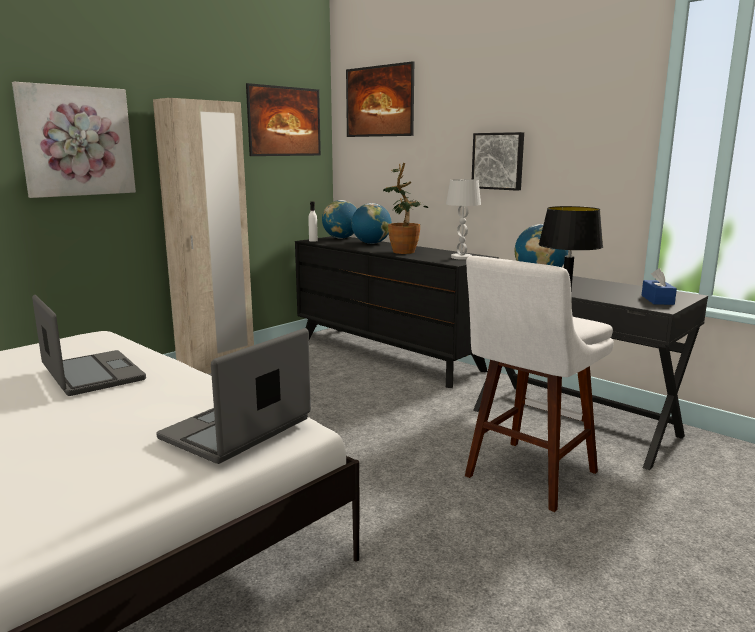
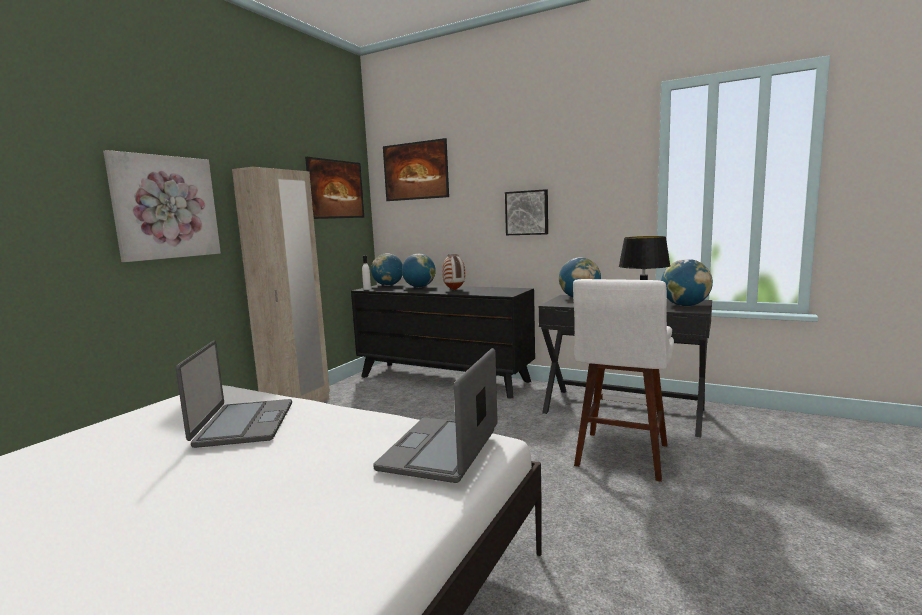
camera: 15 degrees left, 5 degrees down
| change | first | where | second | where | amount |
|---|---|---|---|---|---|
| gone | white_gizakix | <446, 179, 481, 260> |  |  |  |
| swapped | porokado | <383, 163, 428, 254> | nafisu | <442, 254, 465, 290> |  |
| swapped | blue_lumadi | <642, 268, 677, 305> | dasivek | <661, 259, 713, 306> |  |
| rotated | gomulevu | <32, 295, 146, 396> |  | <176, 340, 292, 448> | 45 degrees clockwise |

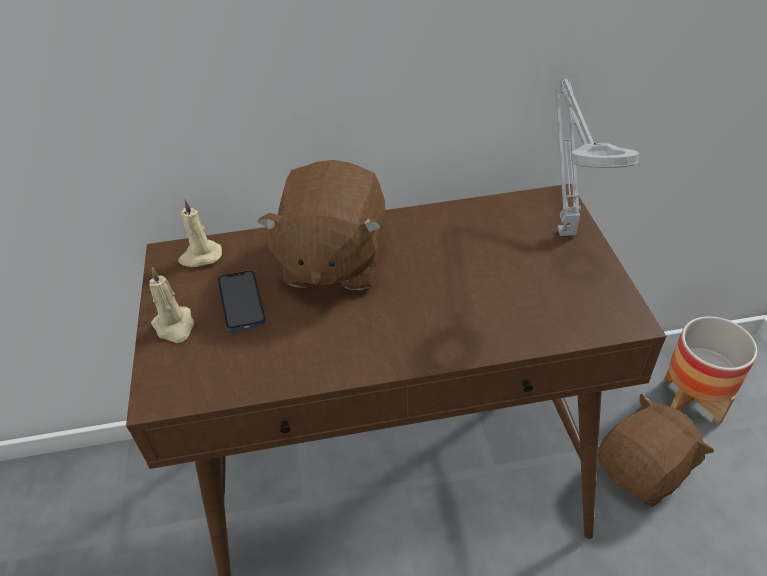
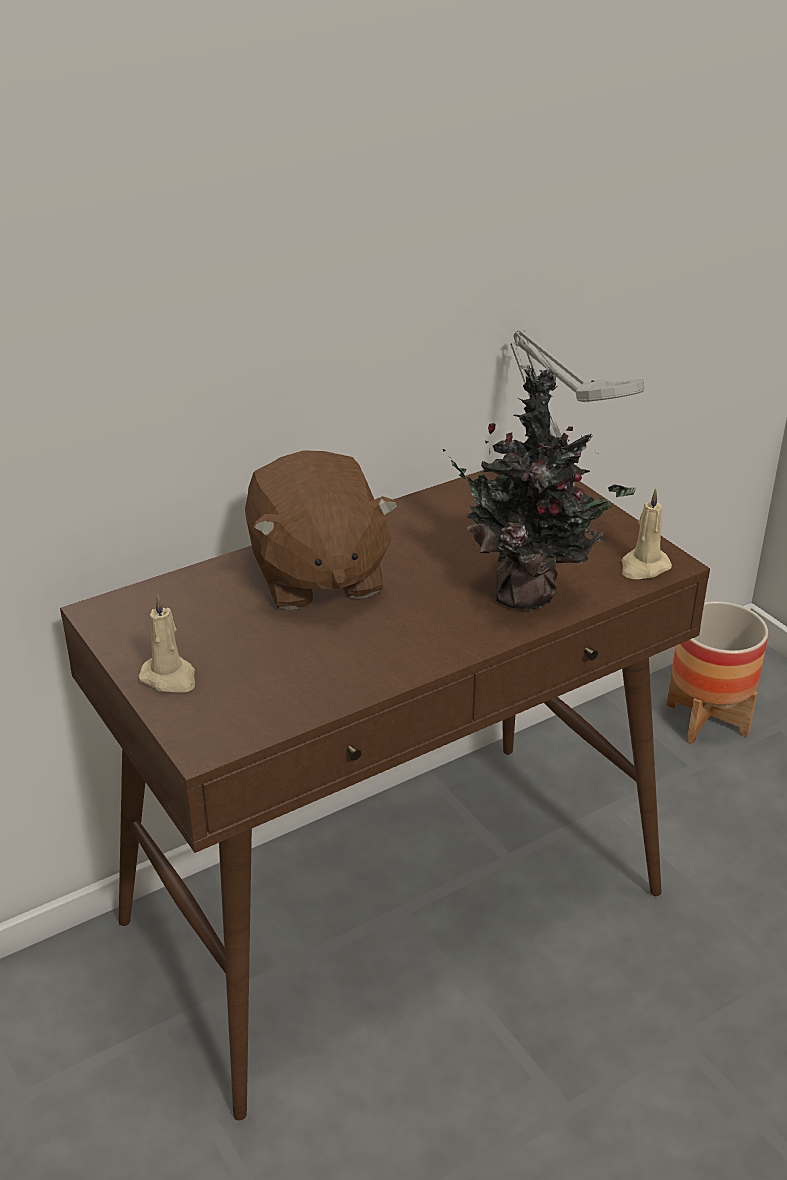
camera: 25 degrees left, 10 degrees down
| change | first | where | second | where | amount |
|---|---|---|---|---|---|
| gone | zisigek | <218, 271, 266, 331> |  |  |  |
| gone | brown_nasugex | <598, 394, 714, 507> |  |  |  |
| new |  |  | porokado | <443, 365, 636, 610> |  |
| shifted | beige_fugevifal | <178, 199, 222, 267> |  | <621, 488, 672, 579> |  |

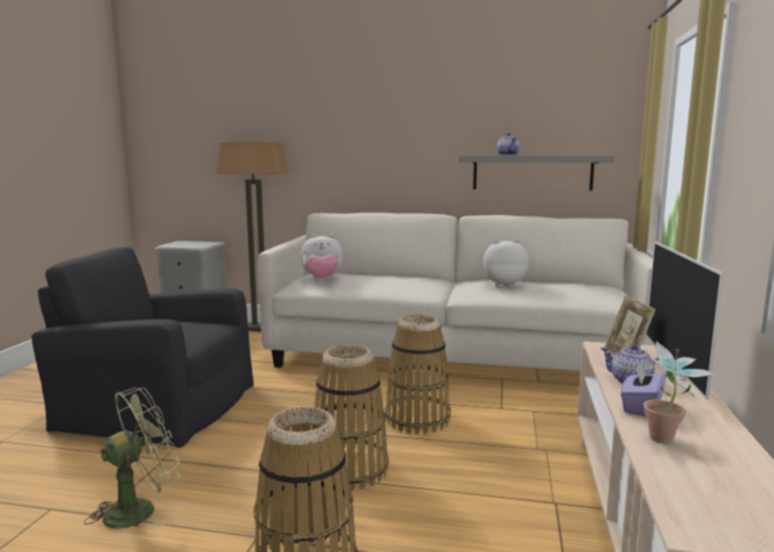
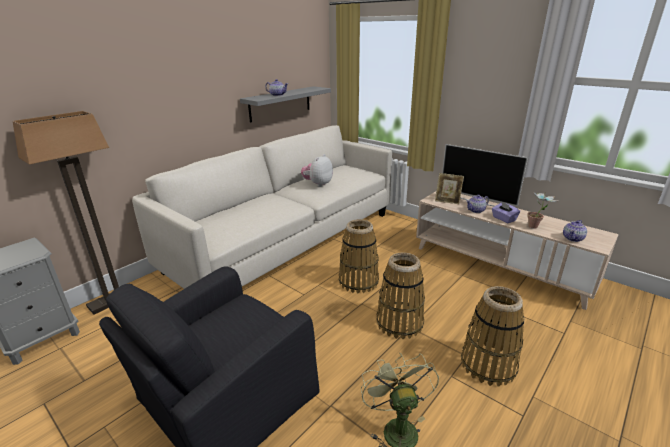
camera: 60 degrees left, 15 degrees up
| change | first | where | second | where | amount |
|---|---|---|---|---|---|
| gone | nasugex | <301, 234, 343, 280> |  |  |  |
| new |  |  | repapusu | <563, 220, 587, 242> |  |

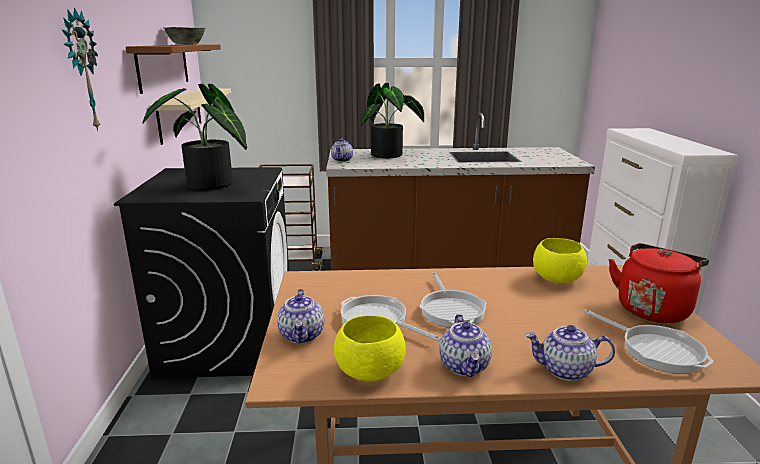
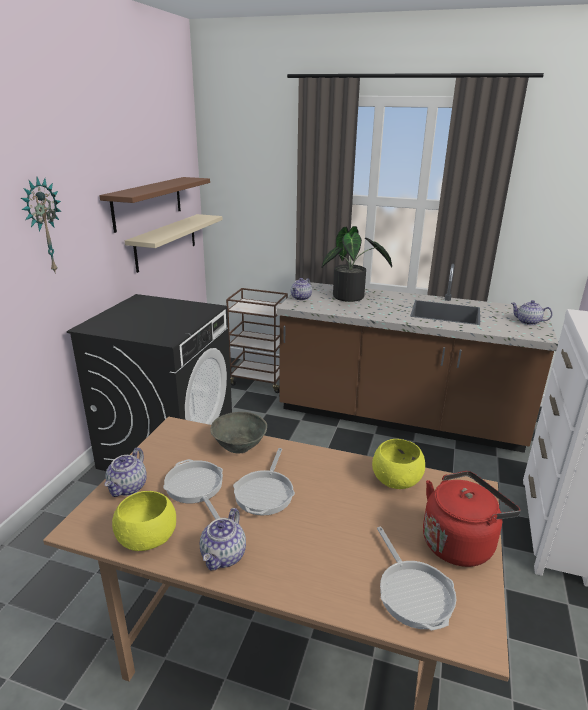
camera: 20 degrees right, 5 degrees up
| change | first | where | second | where | amount |
|---|---|---|---|---|---|
| gone | porokado | <143, 84, 247, 190> |  |  |  |
| shifted | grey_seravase | <163, 27, 205, 45> |  | <210, 412, 267, 454> |  |
| shifted | repapusu | <525, 325, 615, 381> |  | <511, 300, 553, 325> |  |

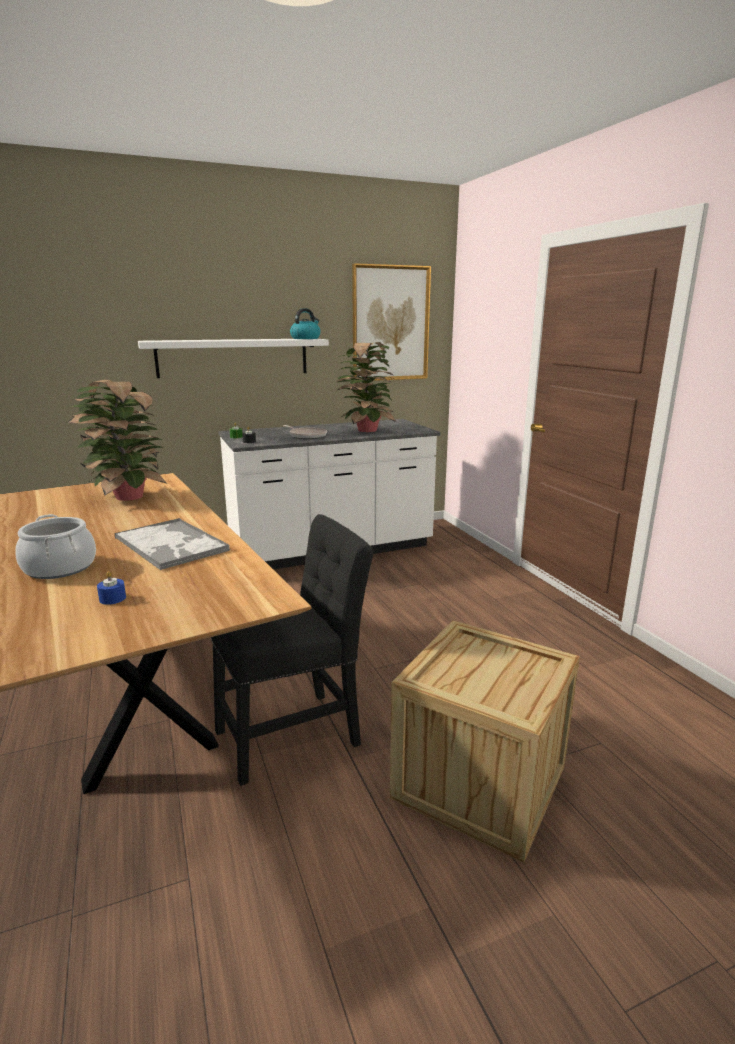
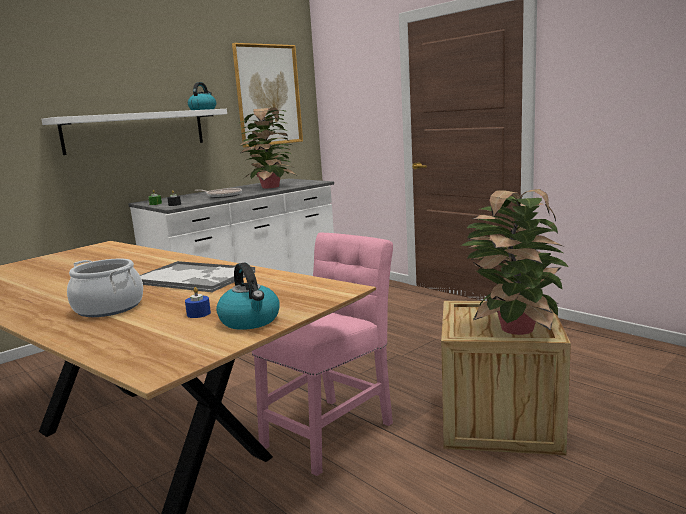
camera: 20 degrees left, 5 degrees down
| change | first | where | second | where | amount |
|---|---|---|---|---|---|
| new |  |  | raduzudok | <216, 262, 280, 330> |  |
| shifted | porokado | <66, 380, 167, 501> |  | <460, 189, 569, 335> |  |
| repainted | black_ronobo | <211, 514, 373, 786> | pink_ronobo | <252, 233, 393, 476> |  |

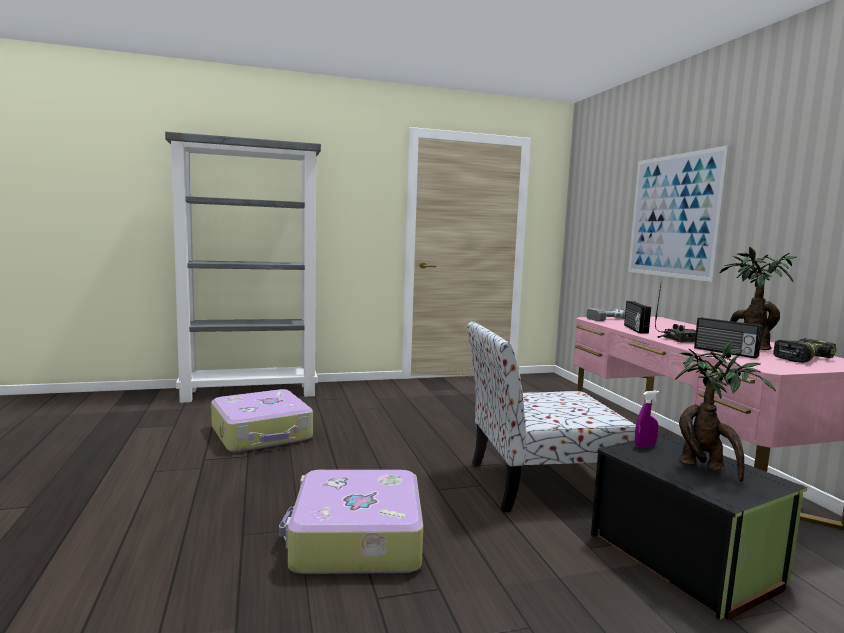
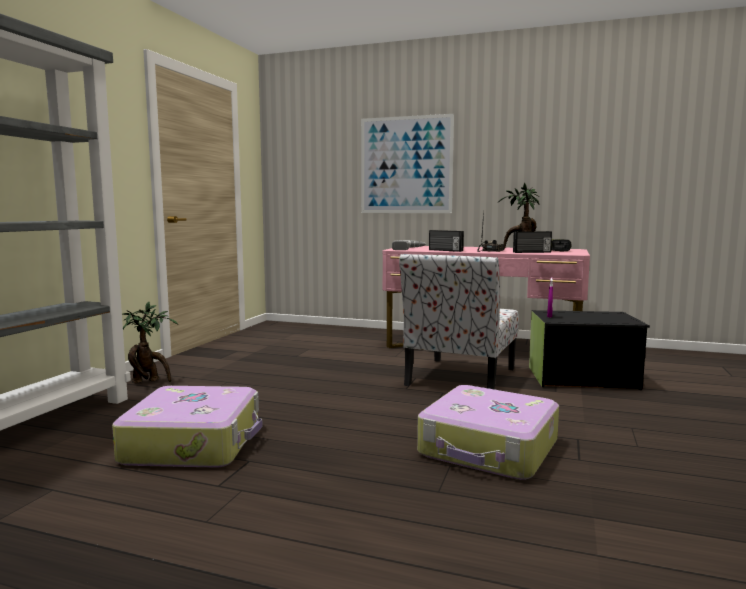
camera: 55 degrees left, 0 degrees up
| change | first | where | second | where | amount |
|---|---|---|---|---|---|
| shifted | porokado | <675, 341, 776, 481> |  | <123, 302, 178, 383> |  |

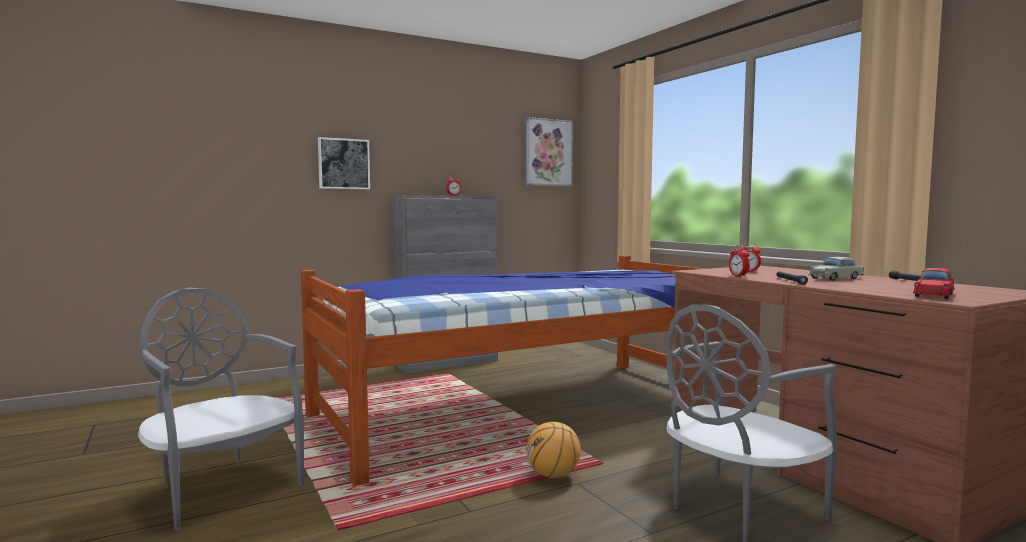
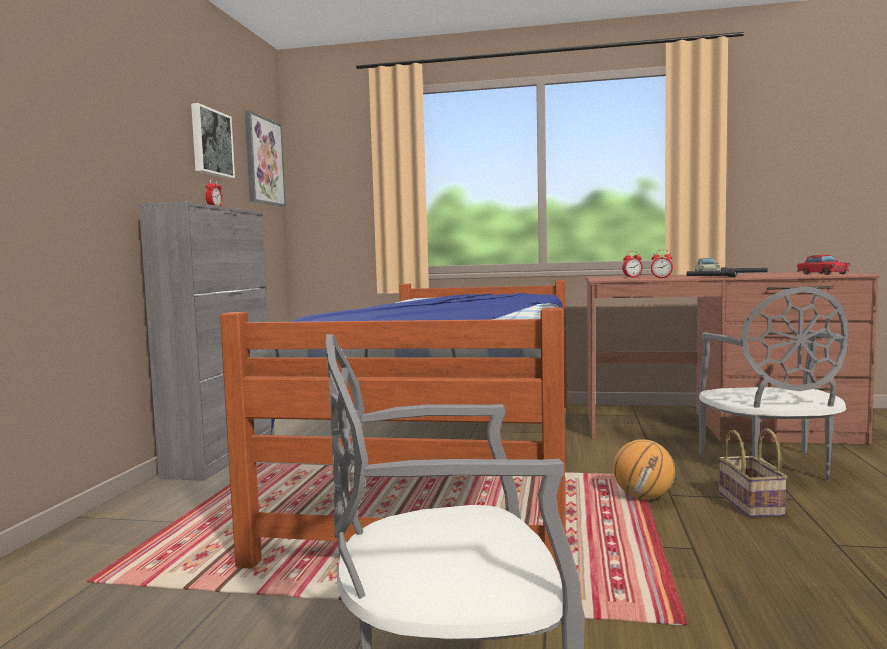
camera: 50 degrees left, 0 degrees up
| change | first | where | second | where | amount |
|---|---|---|---|---|---|
| new |  |  | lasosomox | <718, 428, 787, 518> |  |
| shifted | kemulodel | <318, 137, 370, 189> |  | <191, 103, 235, 179> |  |

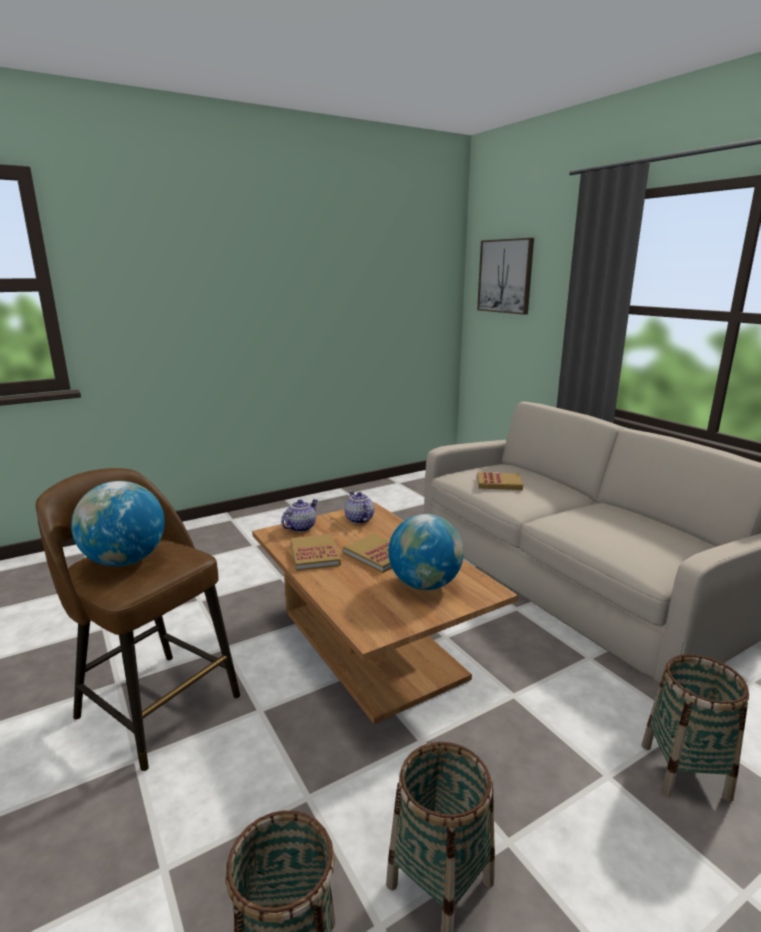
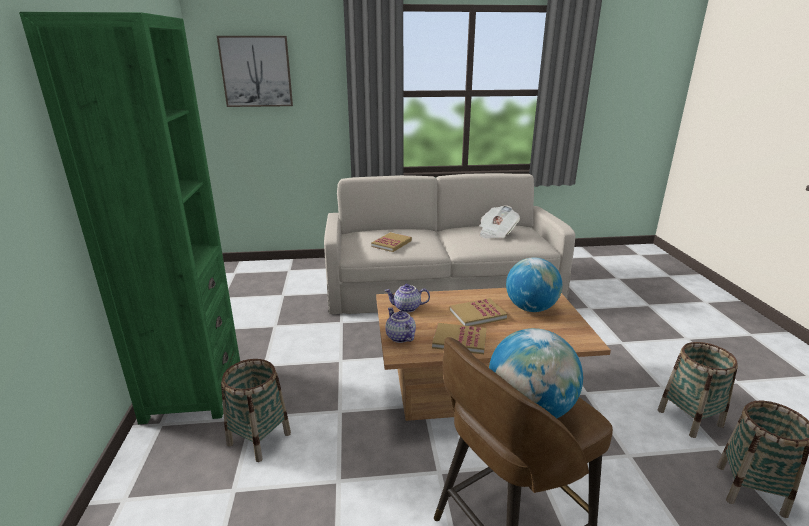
camera: 65 degrees left, 5 degrees up
| change | first | where | second | where | amount |
|---|---|---|---|---|---|
| new |  |  | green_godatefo | <19, 12, 240, 424> |  |
| new |  |  | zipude | <479, 205, 520, 239> |  |
| shifted | lasosomox | <642, 654, 749, 802> |  | <221, 359, 291, 462> |  |

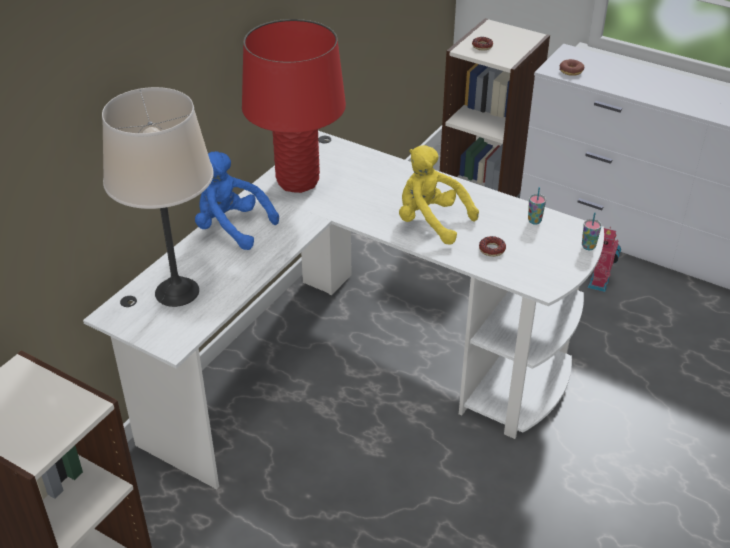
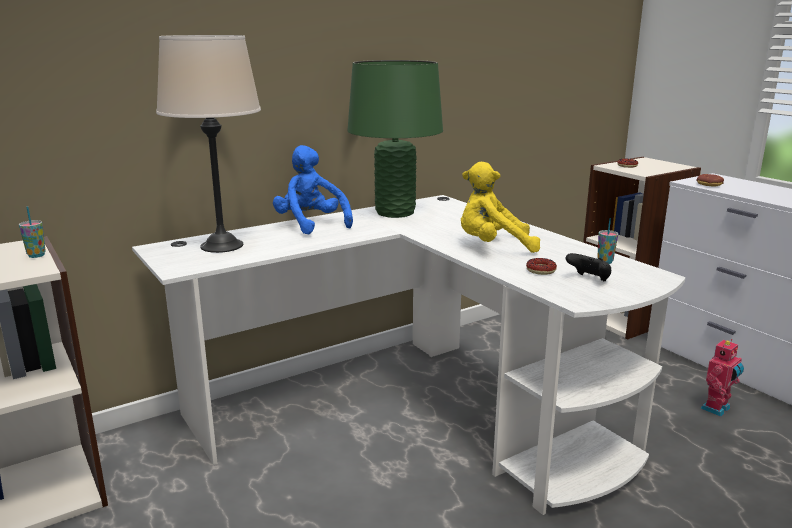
camera: 25 degrees right, 20 degrees down
| change | first | where | second | where | amount |
|---|---|---|---|---|---|
| new |  |  | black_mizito | <566, 253, 611, 281> |  |
| shifted | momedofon | <582, 212, 602, 250> |  | <19, 207, 46, 258> |  |
| repainted | red_gizakix | <242, 19, 346, 193> | green_gizakix | <348, 60, 443, 218> |  |
| rotated | yellow_nasugex | <399, 145, 479, 245> |  | <461, 162, 540, 253> | 60 degrees counterclockwise |

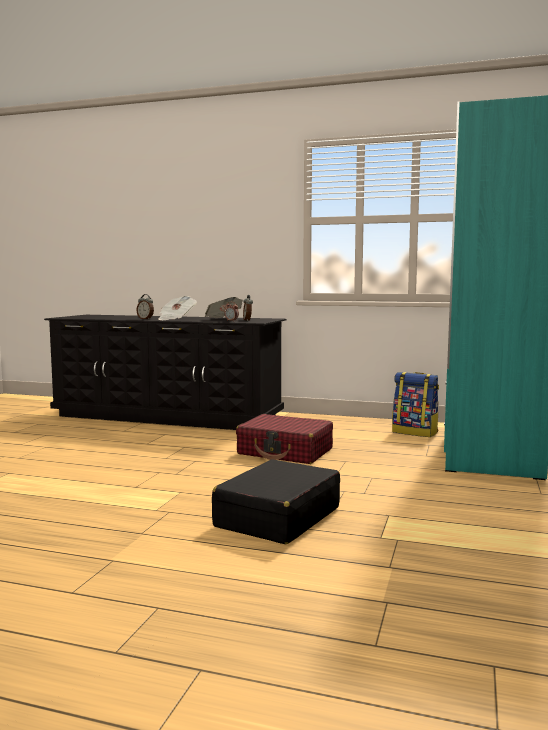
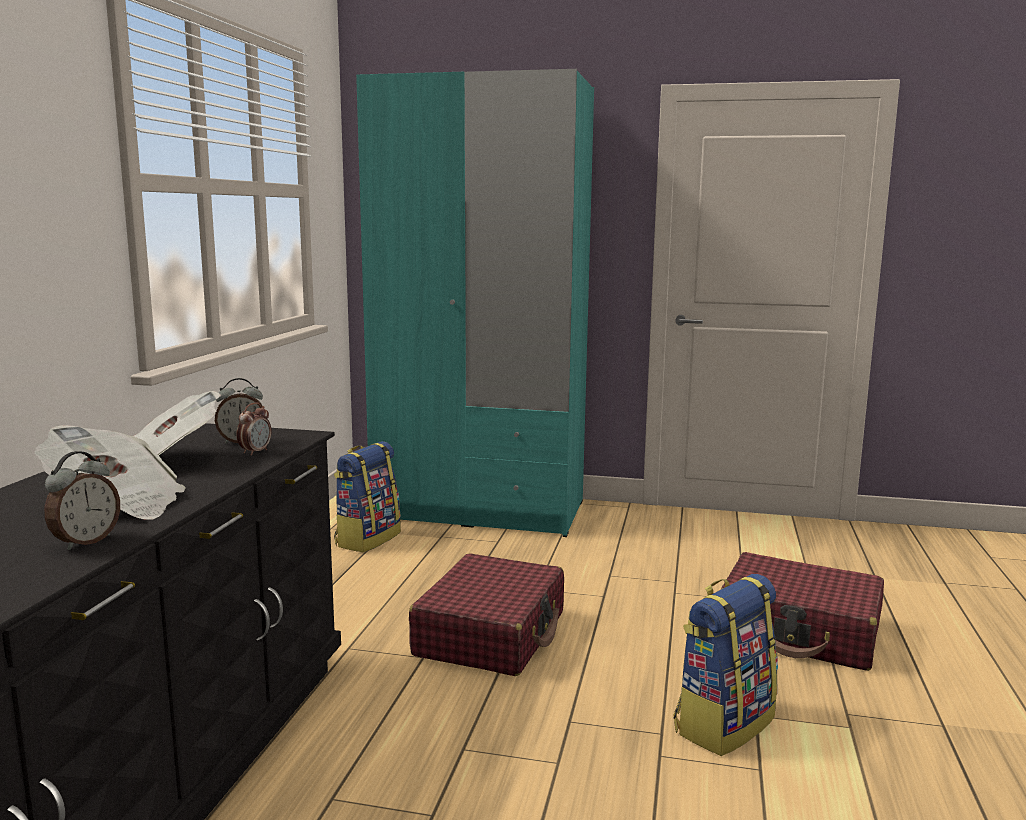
camera: 95 degrees left, 5 degrees up
| change | first | where | second | where | amount |
|---|---|---|---|---|---|
| new |  |  | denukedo | <674, 574, 778, 756> |  |
| repainted | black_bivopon | <212, 459, 340, 544> | red_bivopon | <720, 552, 884, 671> |  |

